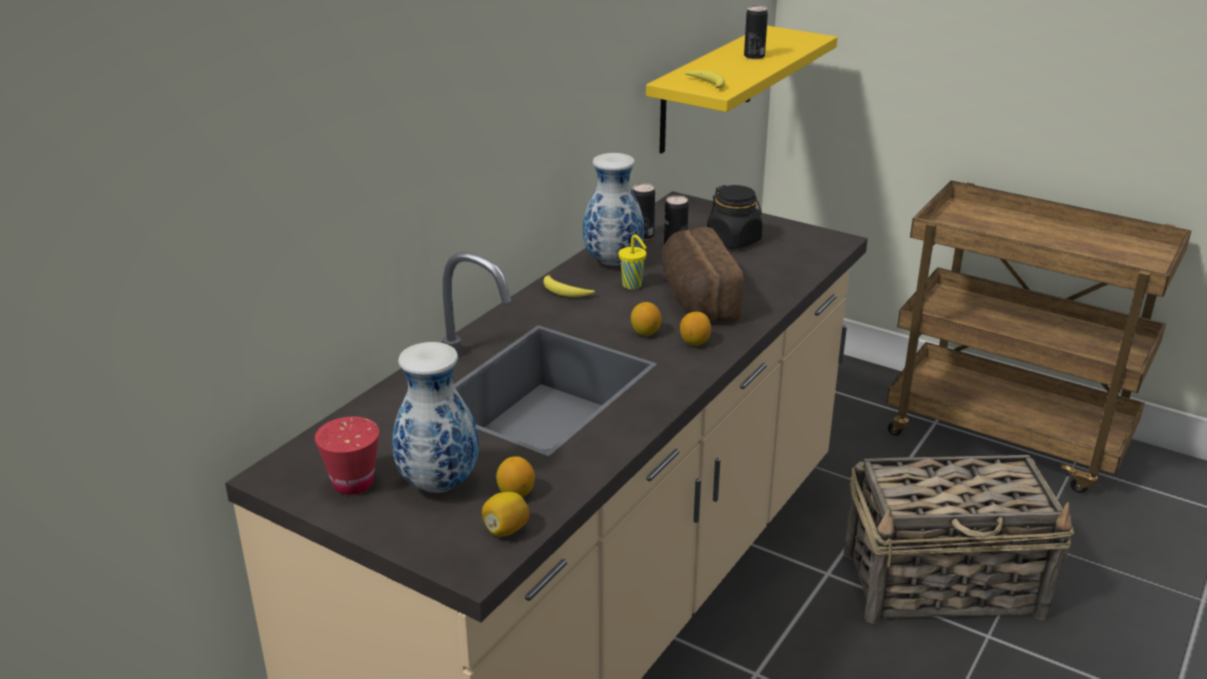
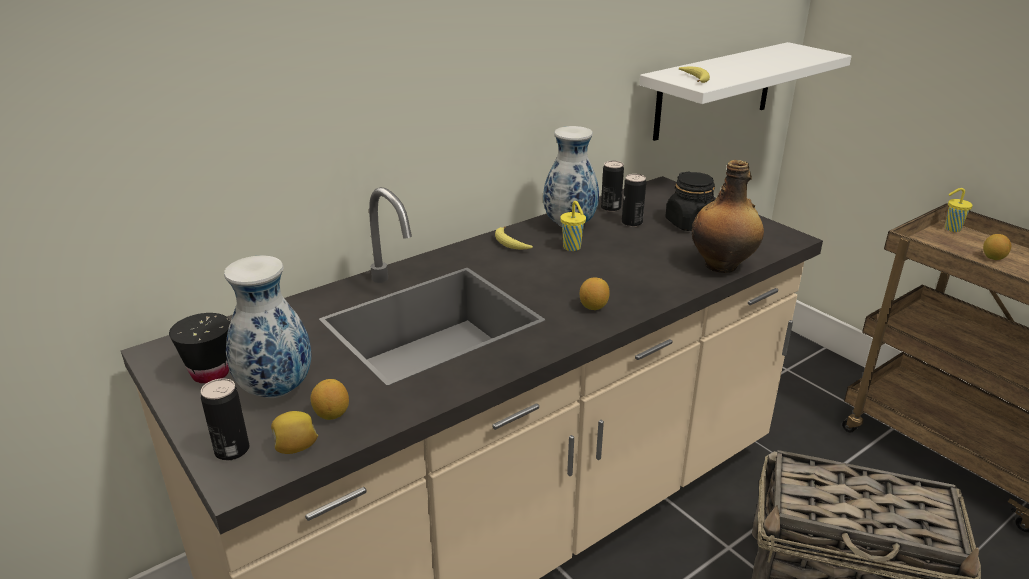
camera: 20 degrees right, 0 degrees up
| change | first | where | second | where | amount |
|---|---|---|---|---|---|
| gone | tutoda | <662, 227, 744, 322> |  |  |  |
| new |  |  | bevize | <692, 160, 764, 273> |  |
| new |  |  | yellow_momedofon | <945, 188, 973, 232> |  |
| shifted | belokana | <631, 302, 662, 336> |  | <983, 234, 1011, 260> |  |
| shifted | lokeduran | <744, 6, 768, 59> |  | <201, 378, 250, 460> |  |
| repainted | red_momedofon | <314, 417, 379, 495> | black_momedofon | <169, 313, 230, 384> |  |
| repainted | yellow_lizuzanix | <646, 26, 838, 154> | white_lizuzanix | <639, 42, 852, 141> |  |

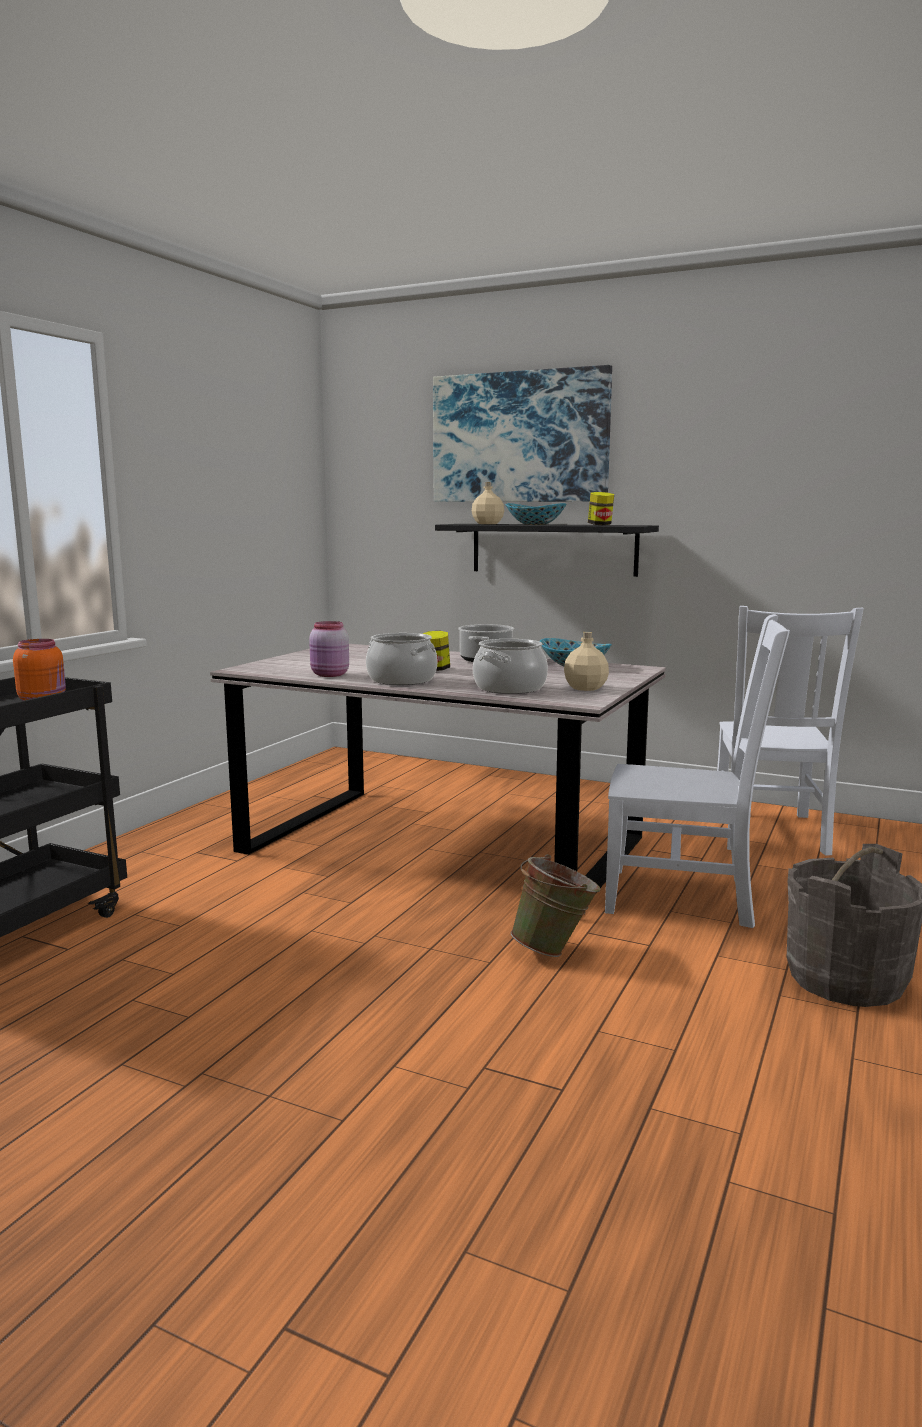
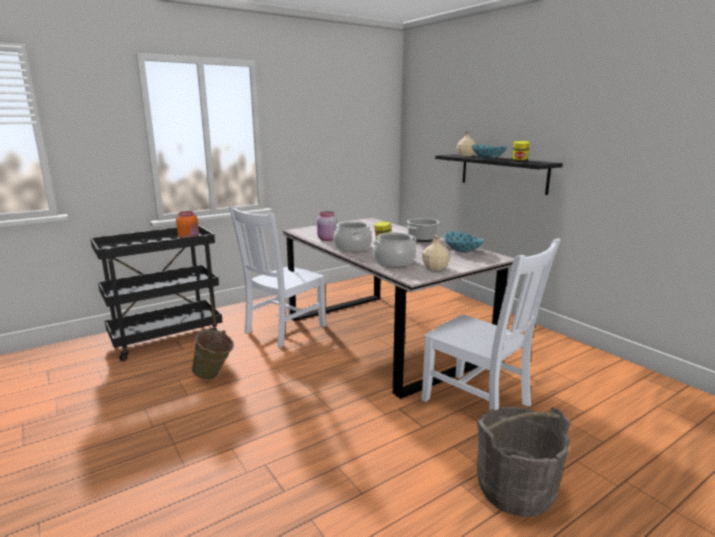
camera: 30 degrees right, 5 degrees up
| change | first | where | second | where | amount |
|---|---|---|---|---|---|
| gone | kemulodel | <433, 365, 612, 502> |  |  |  |
| shifted | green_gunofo | <511, 854, 601, 957> |  | <191, 330, 234, 380> |  |
| shifted | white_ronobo | <717, 606, 864, 856> |  | <229, 206, 326, 348> |  |

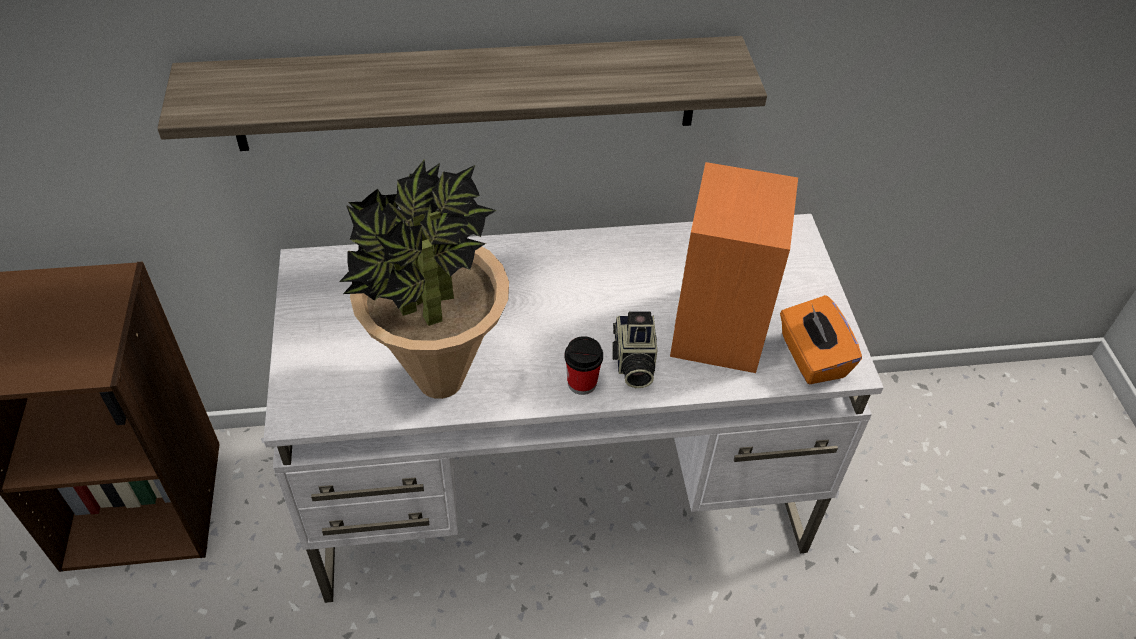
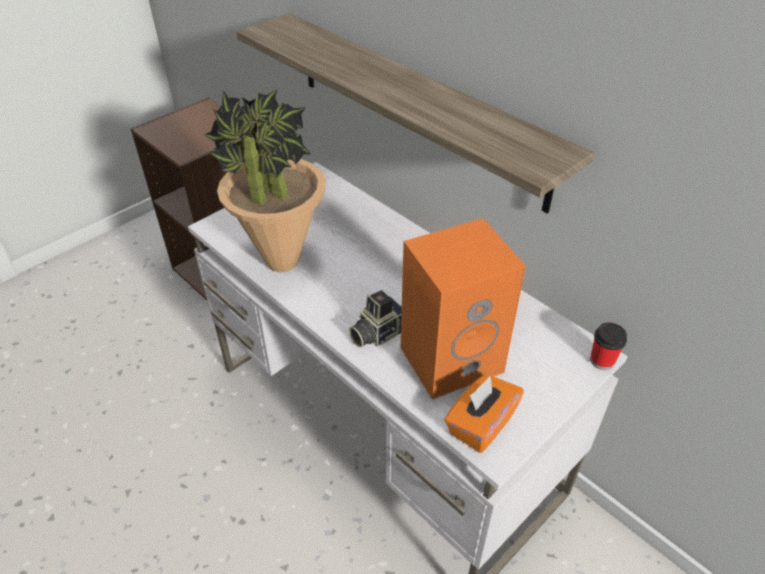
camera: 55 degrees right, 5 degrees down
| change | first | where | second | where | amount |
|---|---|---|---|---|---|
| shifted | momedofon | <565, 336, 603, 395> |  | <590, 322, 627, 370> |  |

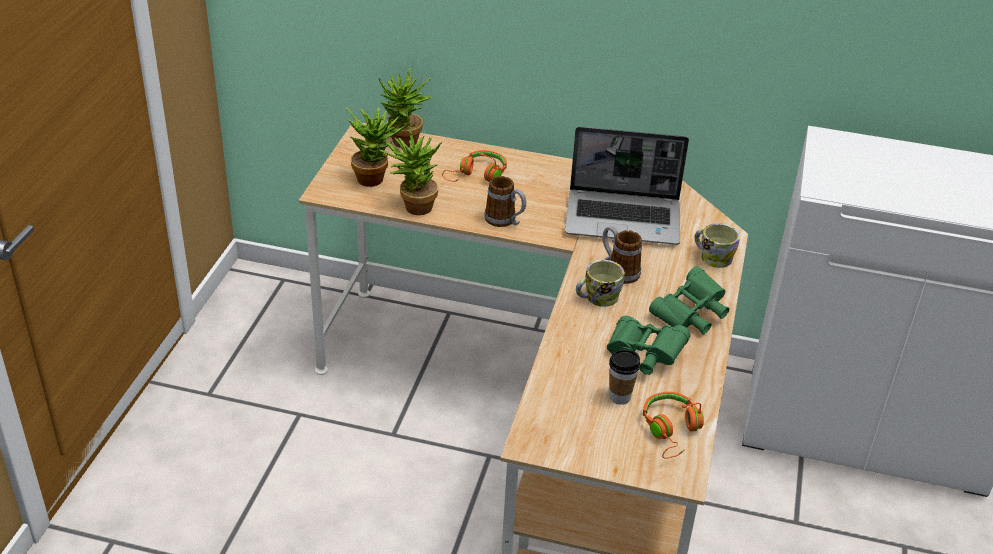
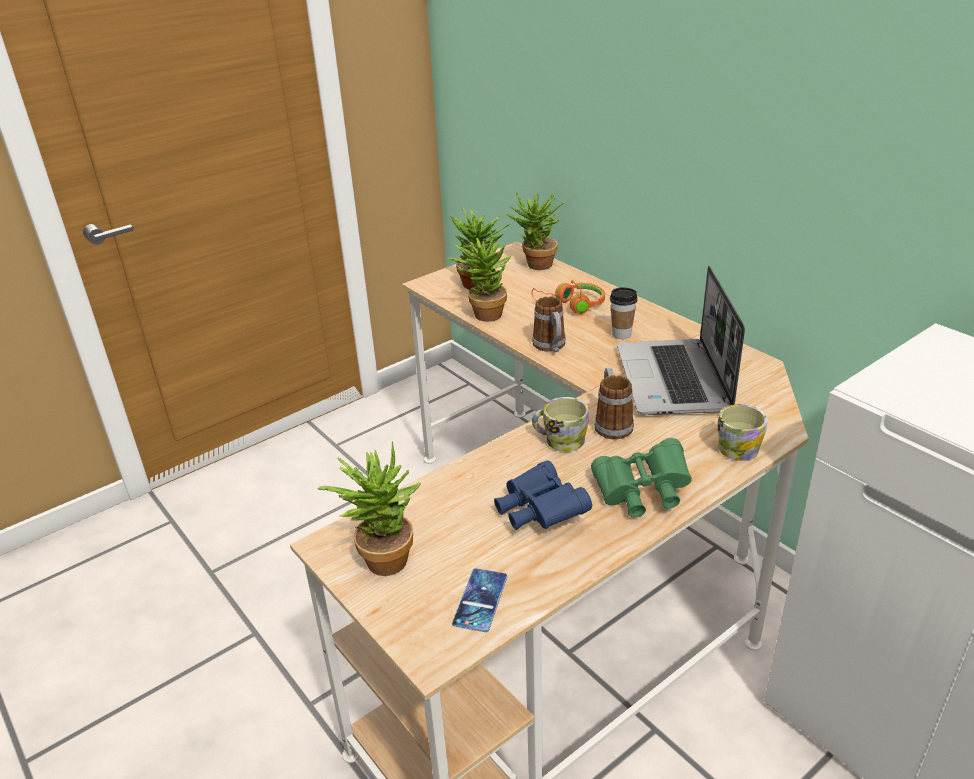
camera: 40 degrees right, 5 degrees down
| change | first | where | second | where | amount |
|---|---|---|---|---|---|
| new |  |  | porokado | <318, 441, 421, 576> |  |
| shifted | momedofon | <609, 349, 640, 405> |  | <610, 287, 637, 339> |  |
| swapped | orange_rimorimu | <643, 392, 704, 459> | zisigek | <452, 568, 507, 632> |  |
| repainted | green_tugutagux | <607, 316, 691, 375> | blue_tugutagux | <494, 460, 592, 530> |  |
| rotated | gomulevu | <565, 127, 689, 245> |  | <617, 266, 745, 415> | 45 degrees clockwise |

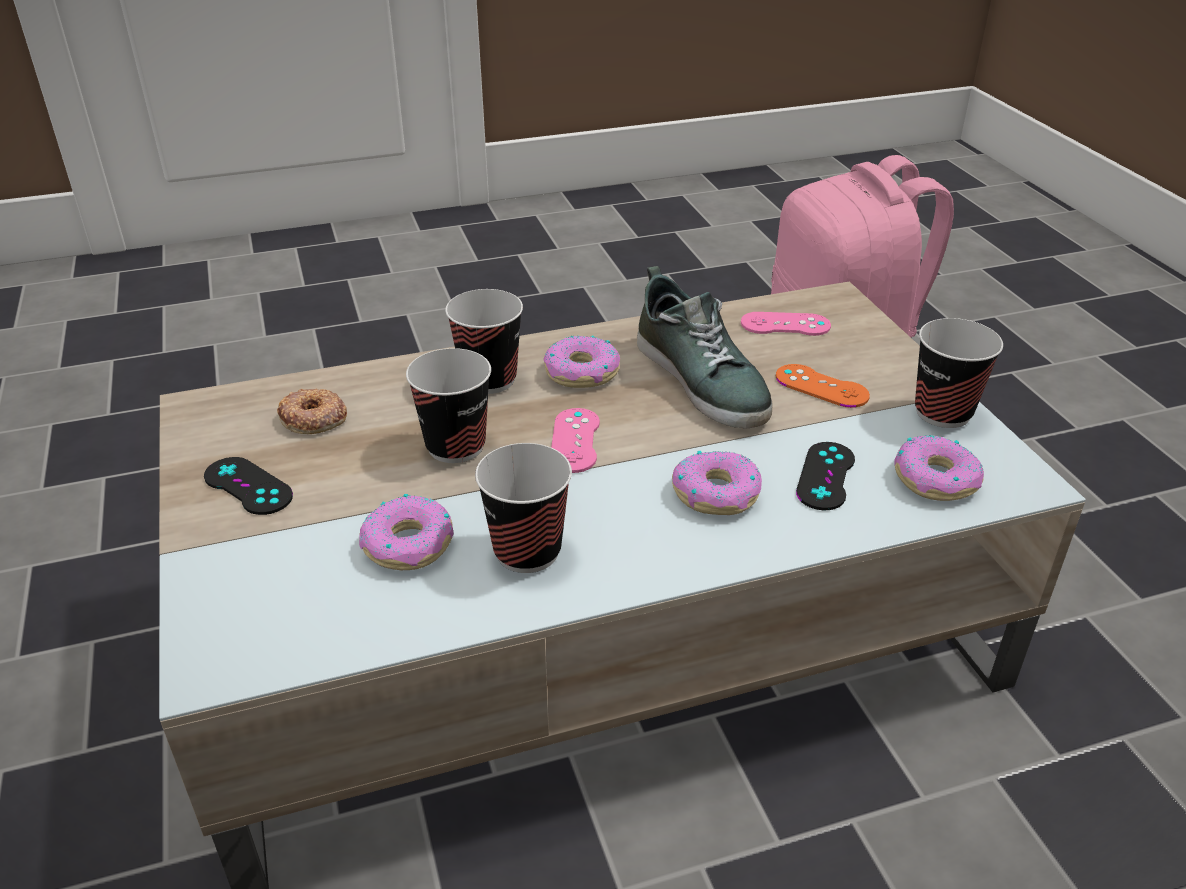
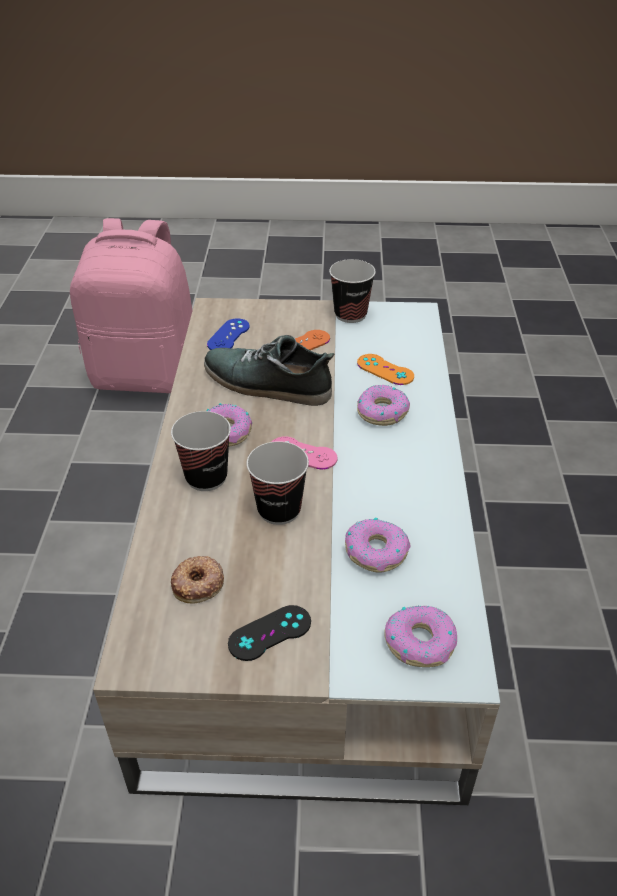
camera: 70 degrees left, 5 degrees up
| change | first | where | second | where | amount |
|---|---|---|---|---|---|
| gone | momedofon | <475, 443, 572, 573> |  |  |  |
| shifted | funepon | <894, 435, 984, 501> |  | <384, 606, 457, 667> |  |
| repainted | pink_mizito | <741, 312, 831, 336> | blue_mizito | <207, 318, 250, 350> |  |
| repainted | black_mizito | <796, 442, 855, 510> | orange_mizito | <357, 354, 414, 385> |  |
| rotated | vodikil | <637, 266, 773, 429> |  | <204, 335, 335, 406> | 150 degrees counterclockwise |

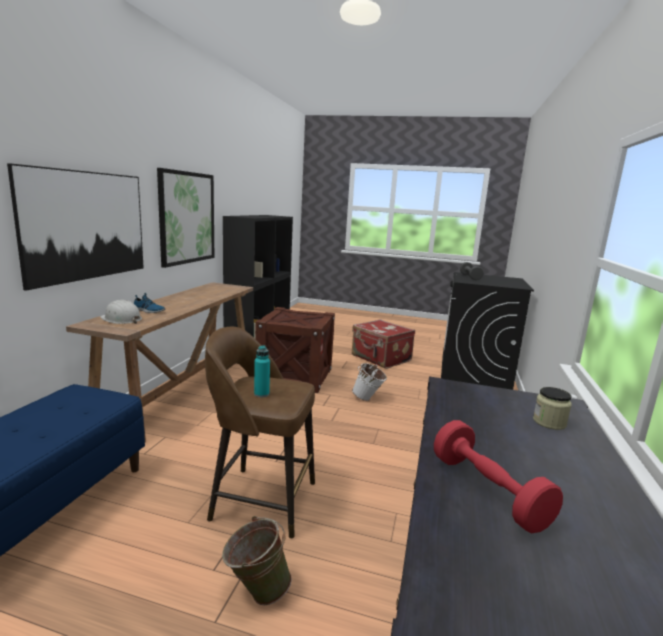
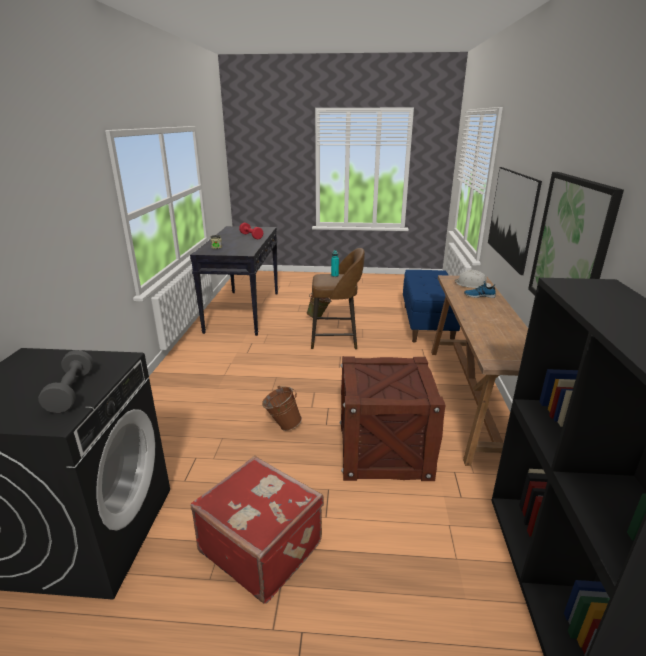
camera: 170 degrees right, 10 degrees up
| change | first | where | second | where | amount |
|---|---|---|---|---|---|
| repainted | white_gunofo | <352, 363, 387, 401> | brown_gunofo | <262, 386, 302, 431> |  |

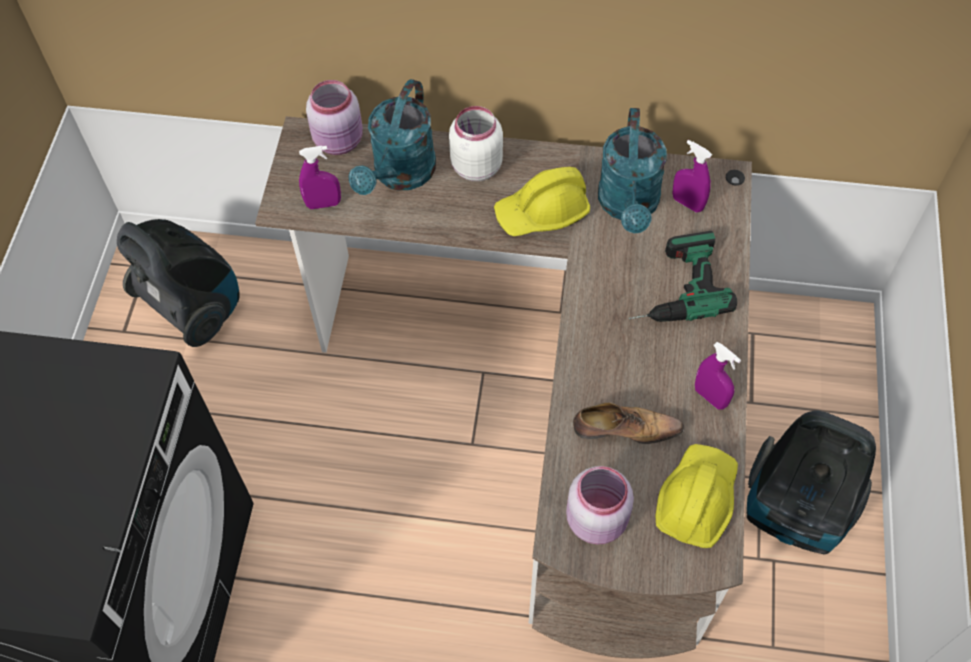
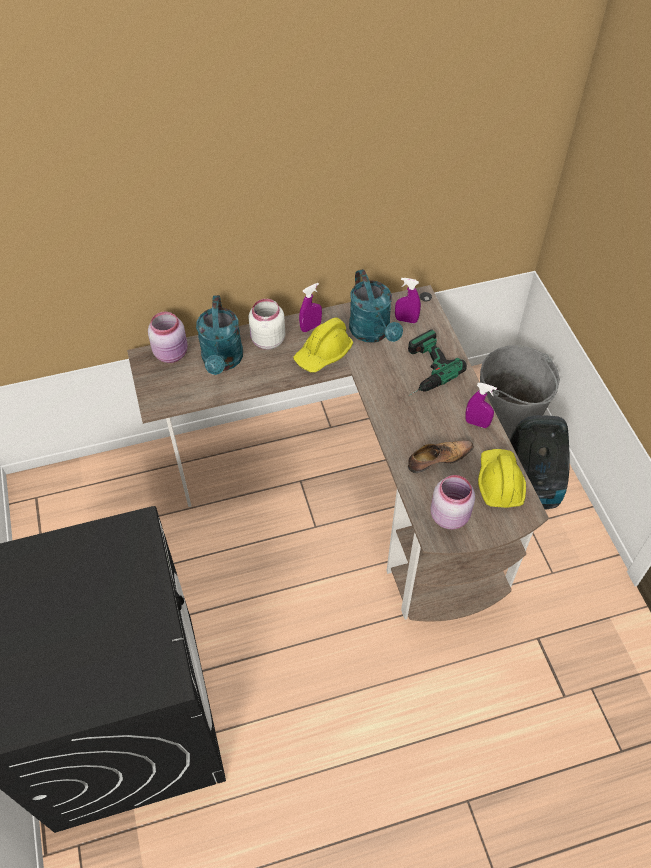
camera: 25 degrees left, 5 degrees down
| change | first | where | second | where | amount |
|---|---|---|---|---|---|
| gone | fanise | <117, 219, 240, 347> |  |  |  |
| new |  |  | grey_gunofo | <480, 345, 560, 440> |  |
| shifted | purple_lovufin | <299, 146, 341, 209> |  | <299, 283, 322, 332> |  |

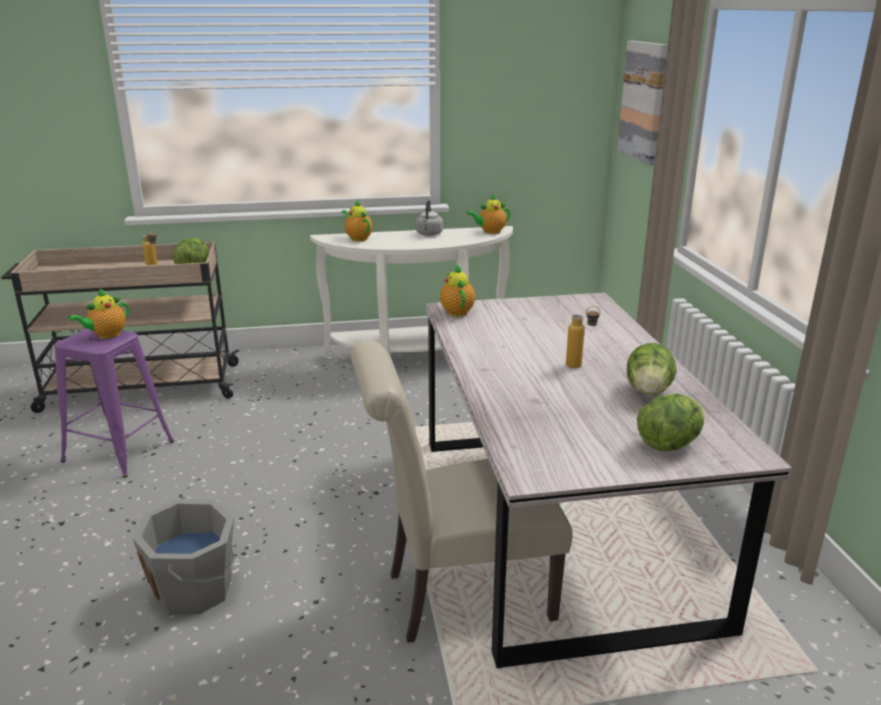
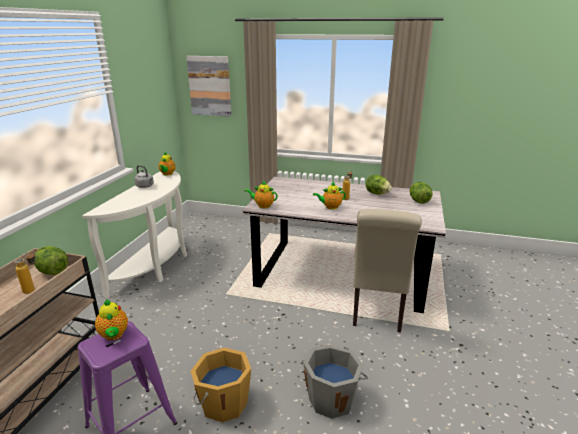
camera: 65 degrees left, 0 degrees up
| change | first | where | second | where | amount |
|---|---|---|---|---|---|
| new |  |  | orange_gunofo | <191, 347, 251, 422> |  |
| shifted | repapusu | <342, 200, 373, 241> |  | <313, 182, 346, 210> |  |

